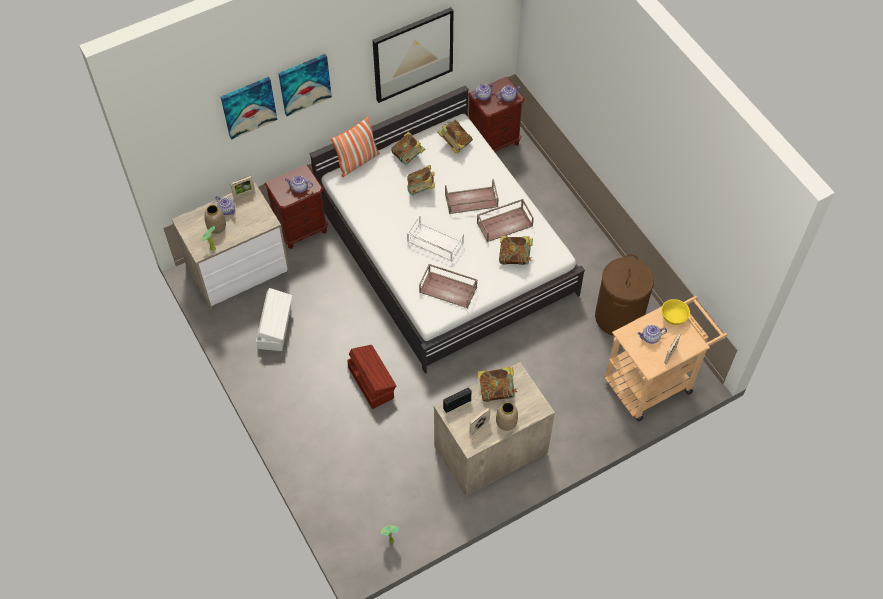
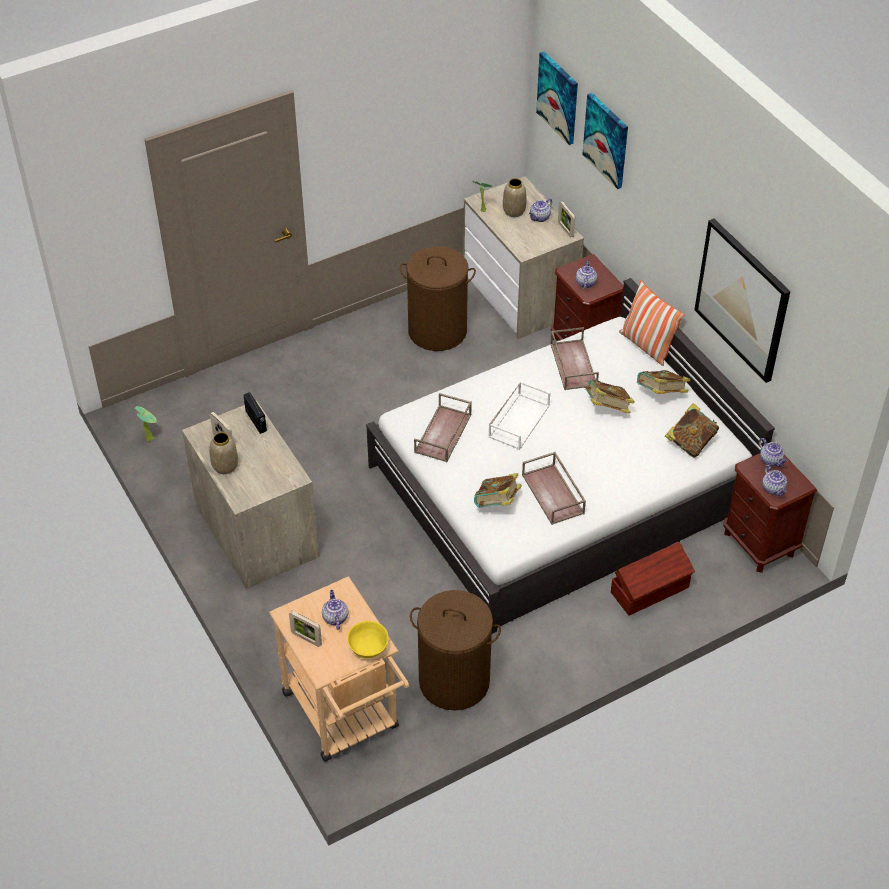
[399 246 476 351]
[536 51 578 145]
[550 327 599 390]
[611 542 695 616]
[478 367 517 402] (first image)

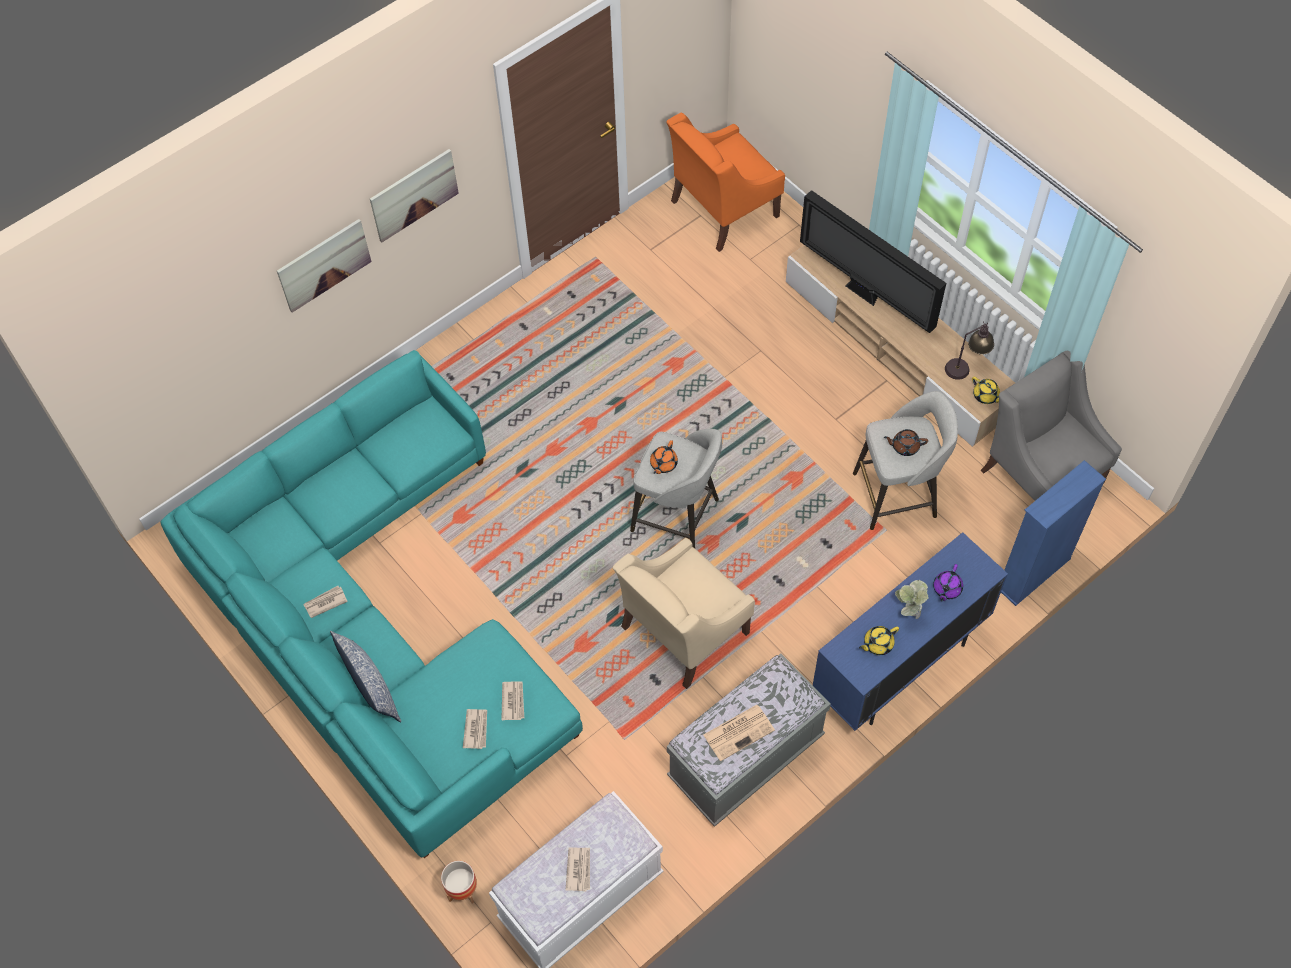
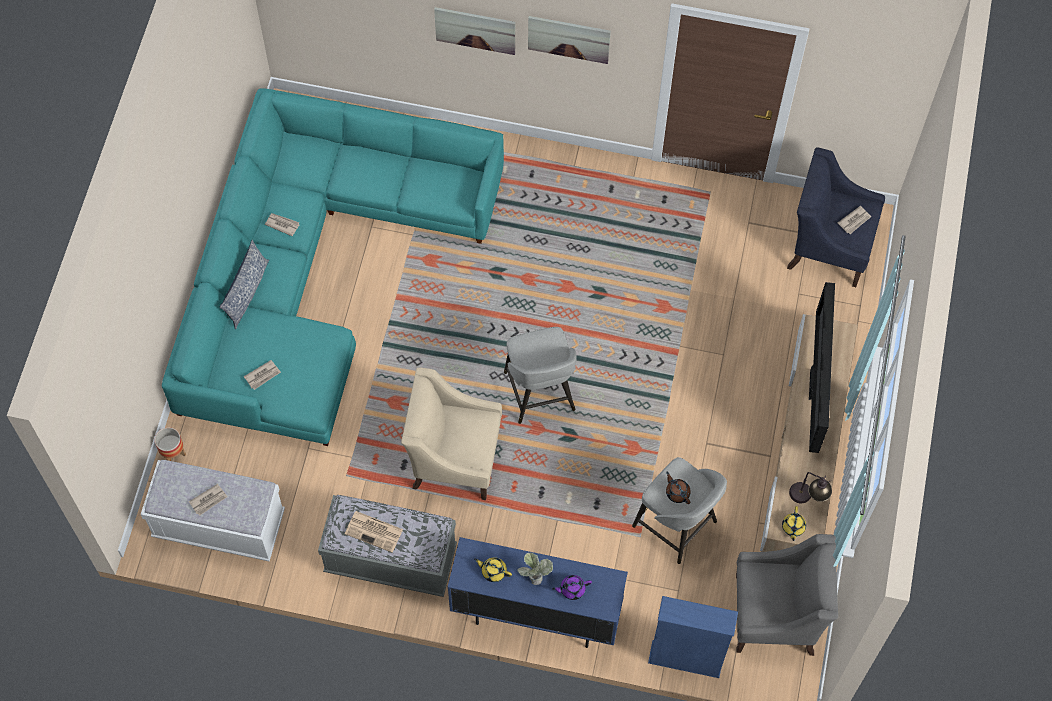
[736 534 838 656]
[787 147 885 287]
[838 206 871 234]
[650 440 678 474] (first image)

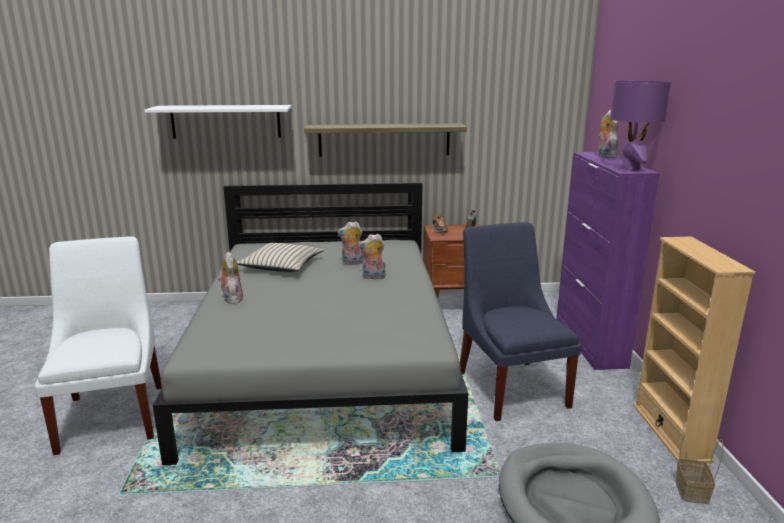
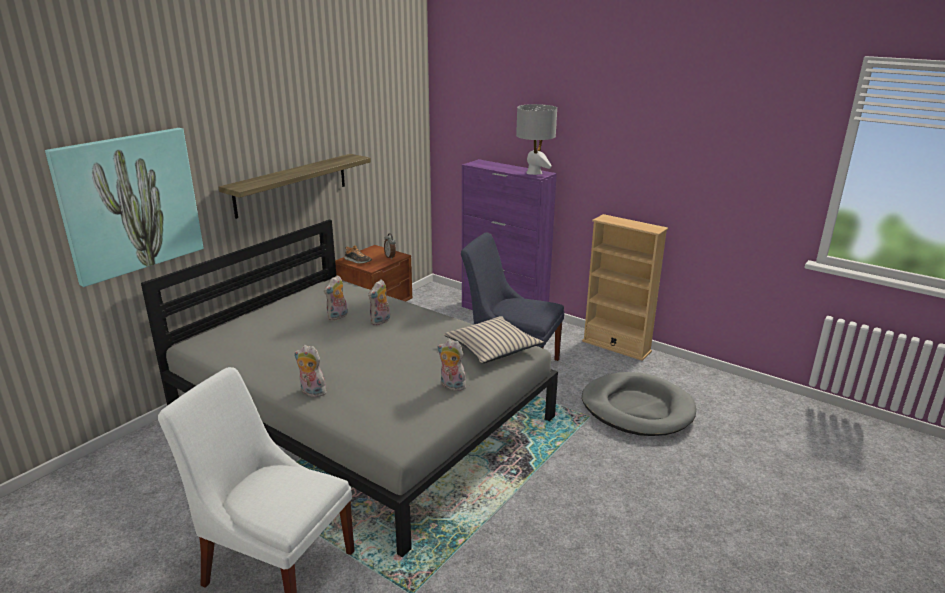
[45 128 204 287]
[437 339 466 391]
[444 316 544 363]
[516 104 557 175]
[675 435 723 504] (first image)

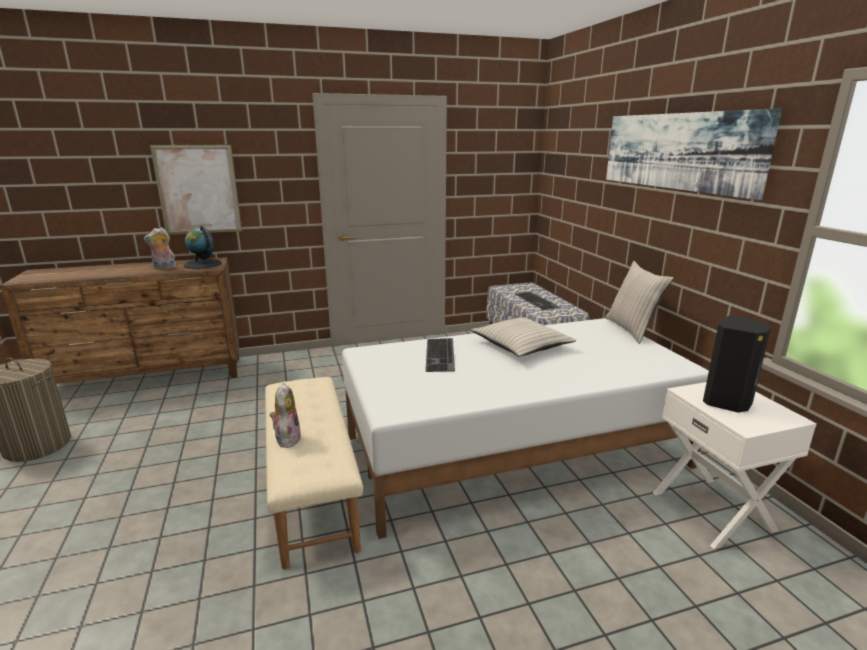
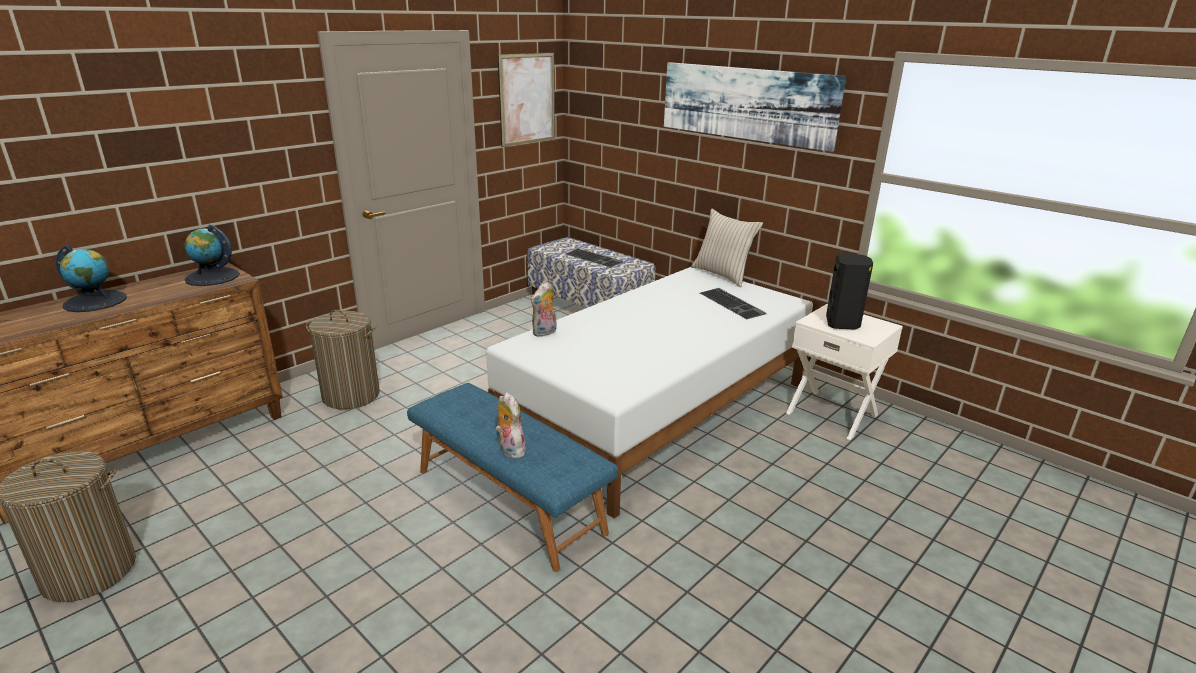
[56 244 127 312]
[306 310 380 410]
[407 383 618 572]
[498 52 555 147]
[531 282 557 337]
[700 288 767 319]
[471 317 576 357] (first image)

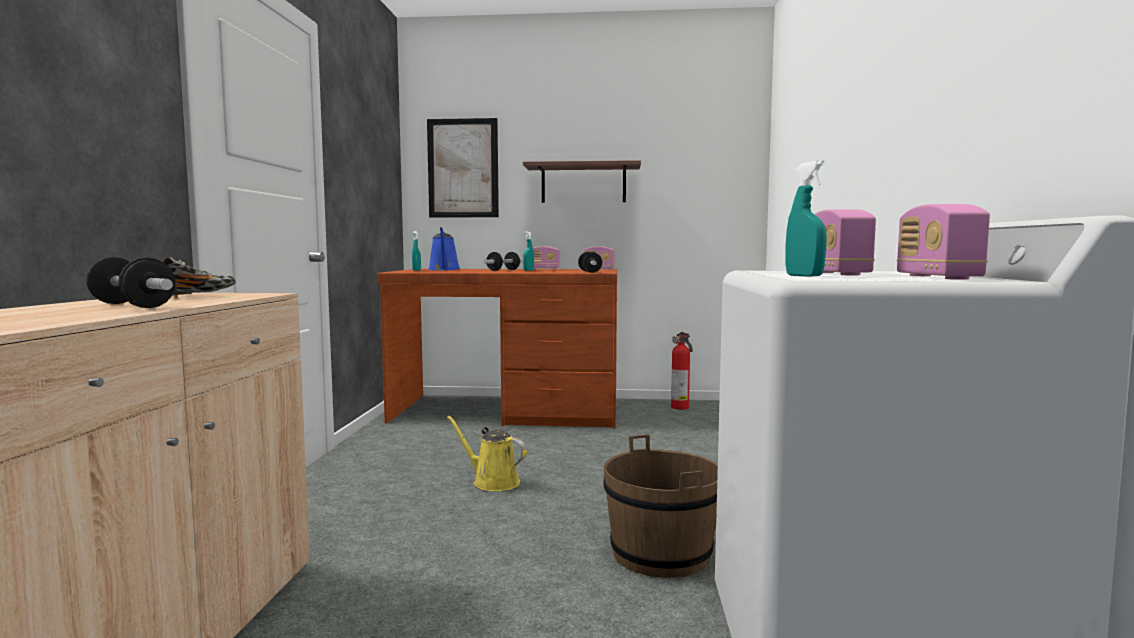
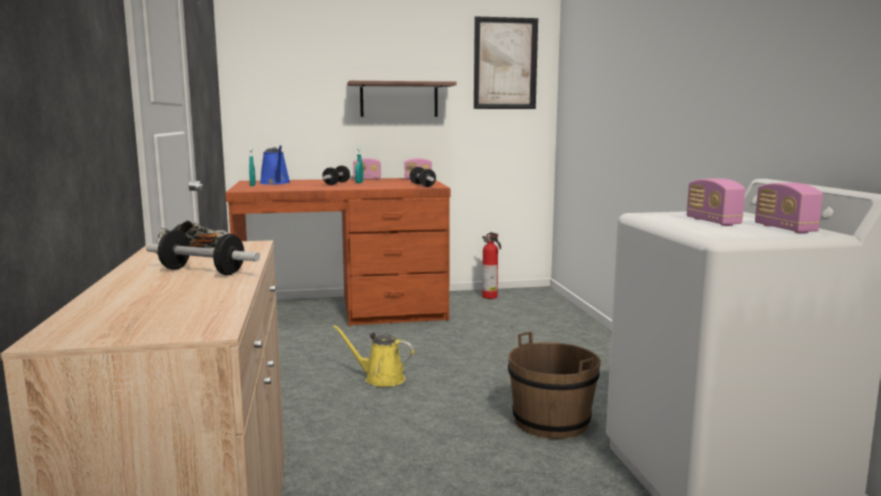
[474 16 538 109]
[785 160 827 277] (first image)

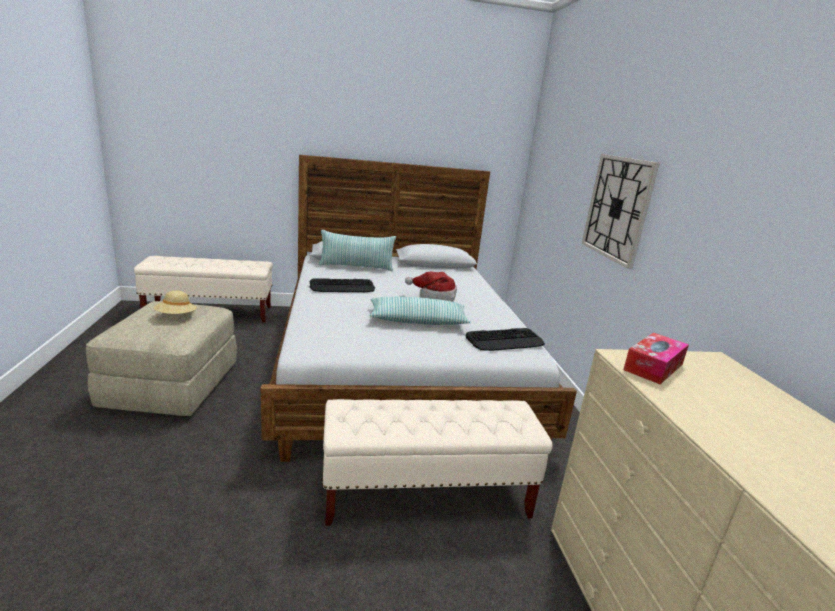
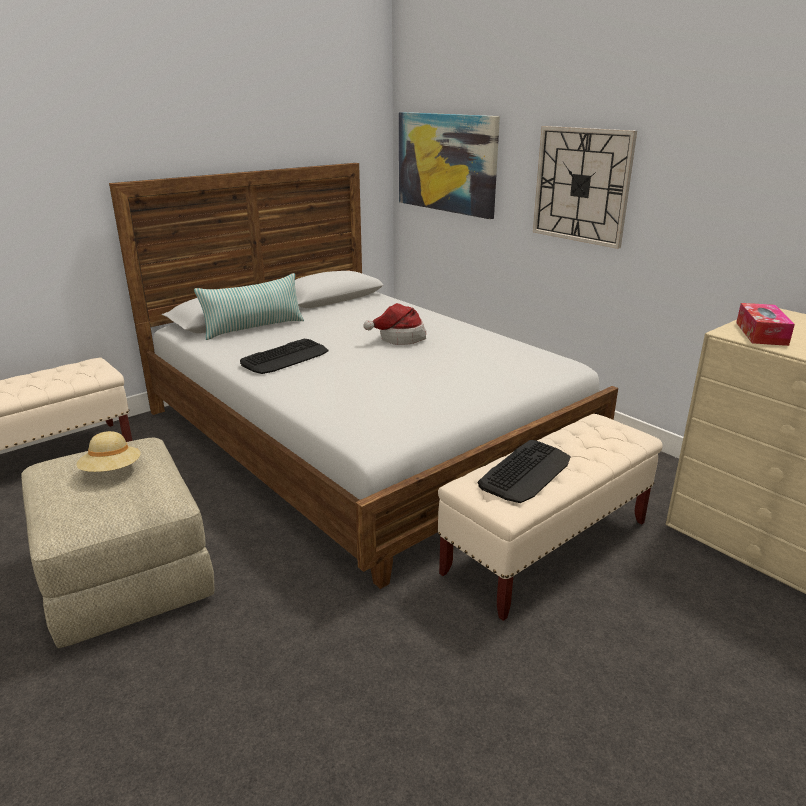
[399 112 500 219]
[478 440 571 503]
[370 297 470 325] (first image)

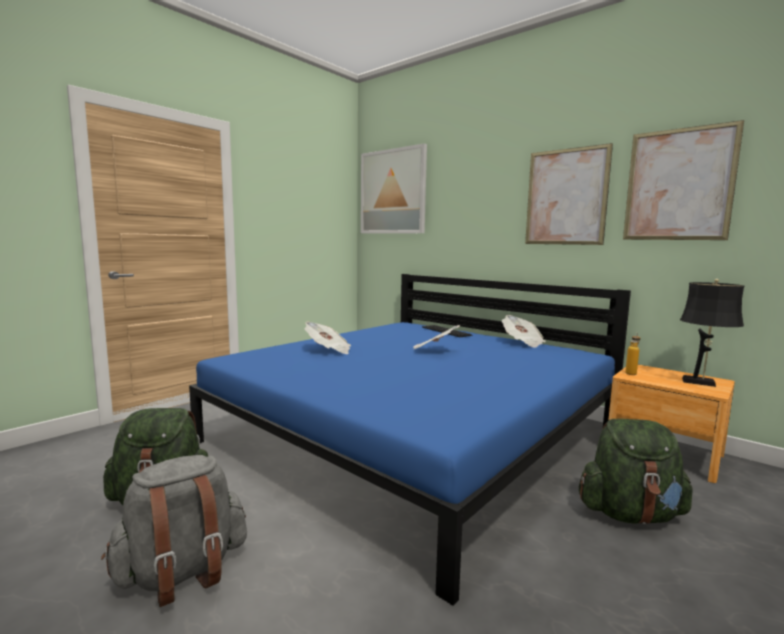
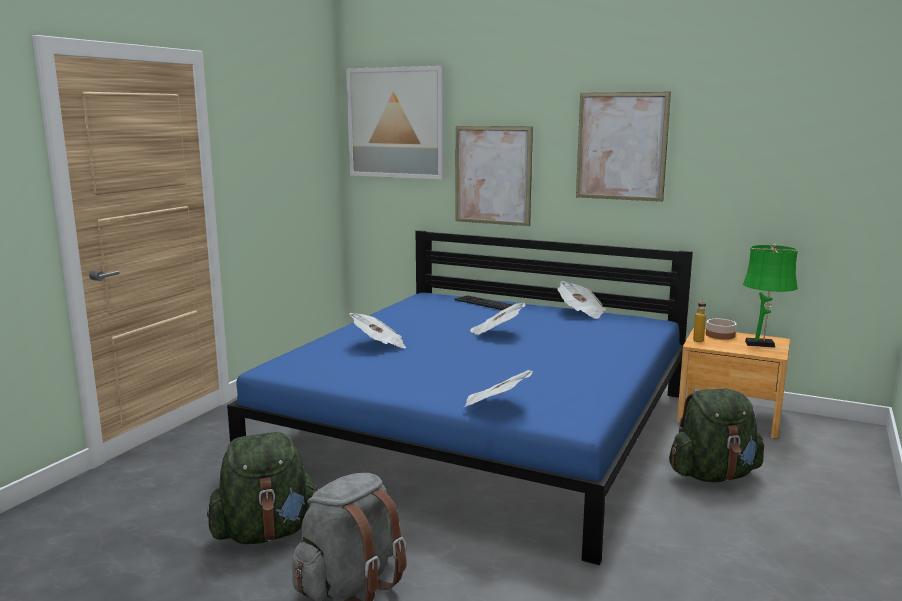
[456 126 533 226]
[464 370 533 407]
[706 319 737 340]
[743 243 798 348]

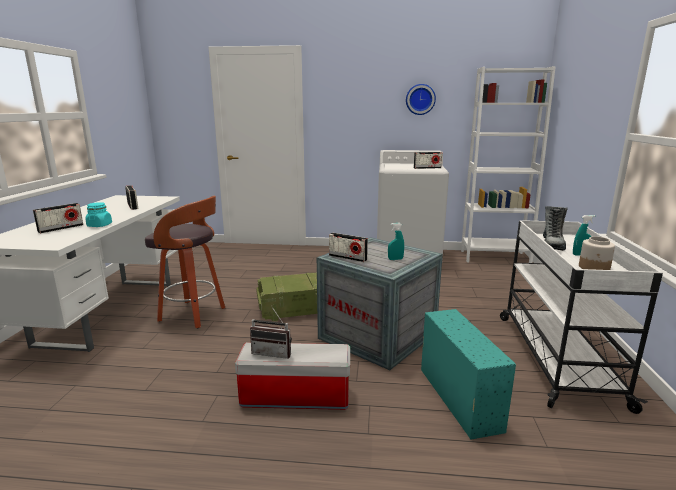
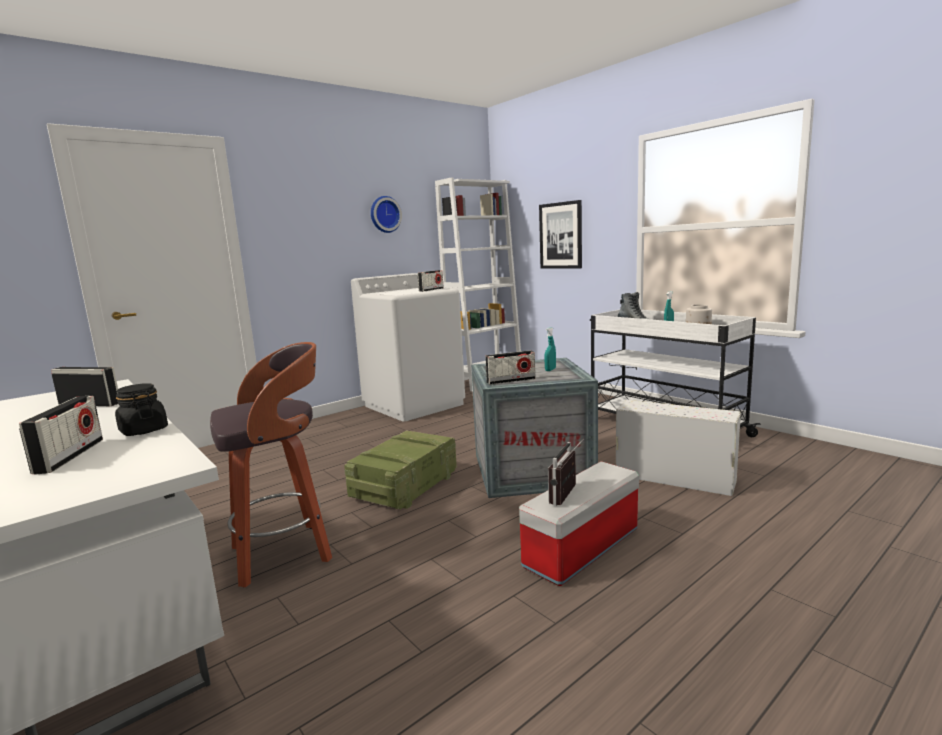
[115 383 168 436]
[539 200 582 269]
[548 439 584 506]
[616 400 741 496]

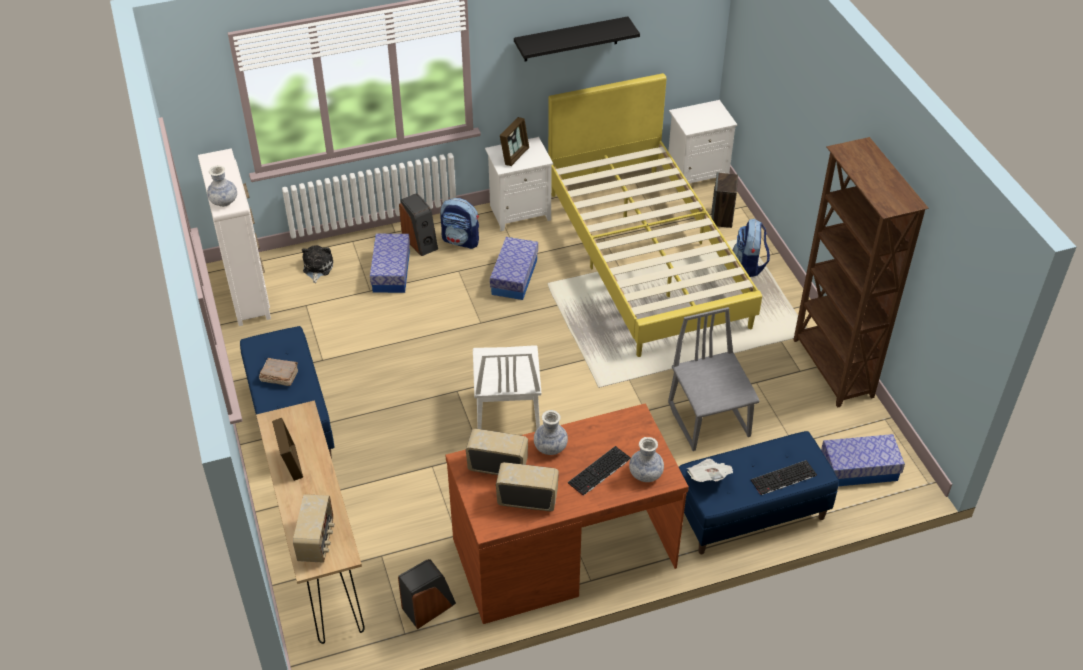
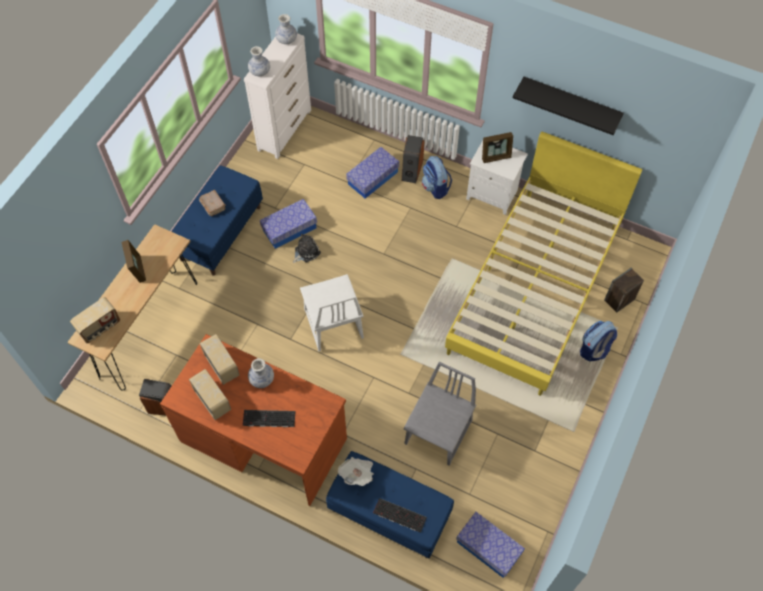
[121 240 146 283]
[260 199 317 249]
[275 14 297 44]
[293 234 321 263]
[300 274 364 351]
[668 100 737 183] (first image)
[793 137 929 408] (first image)

